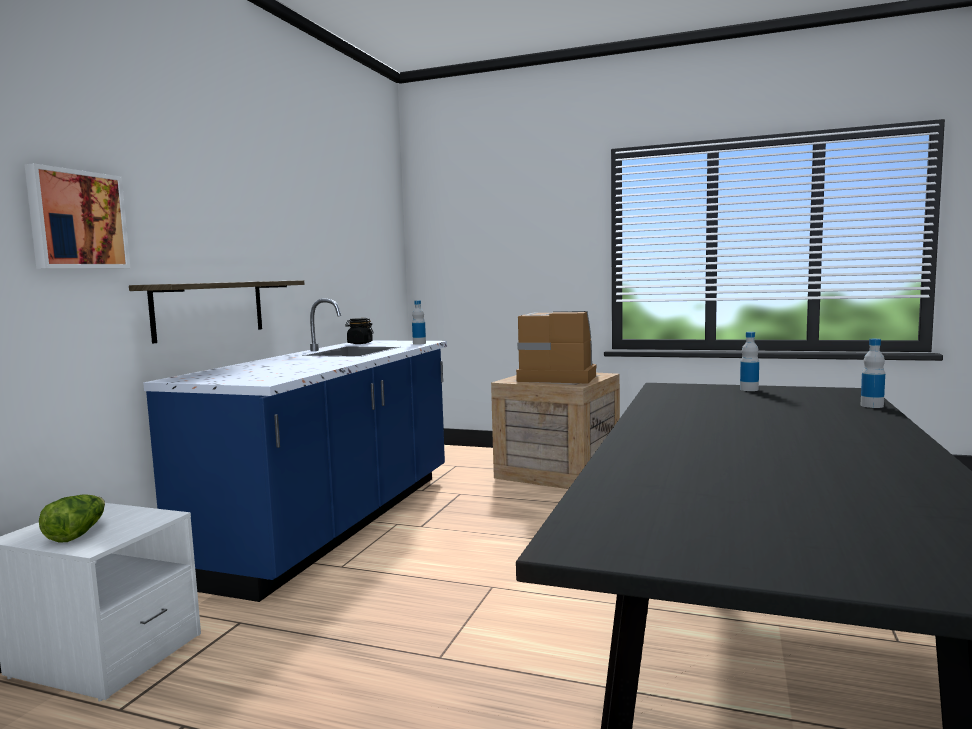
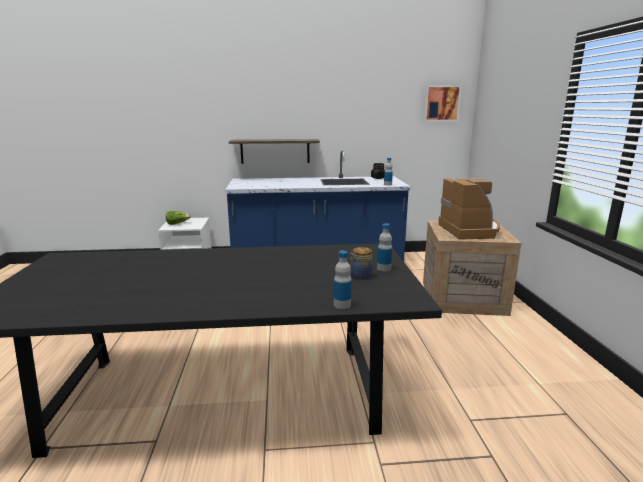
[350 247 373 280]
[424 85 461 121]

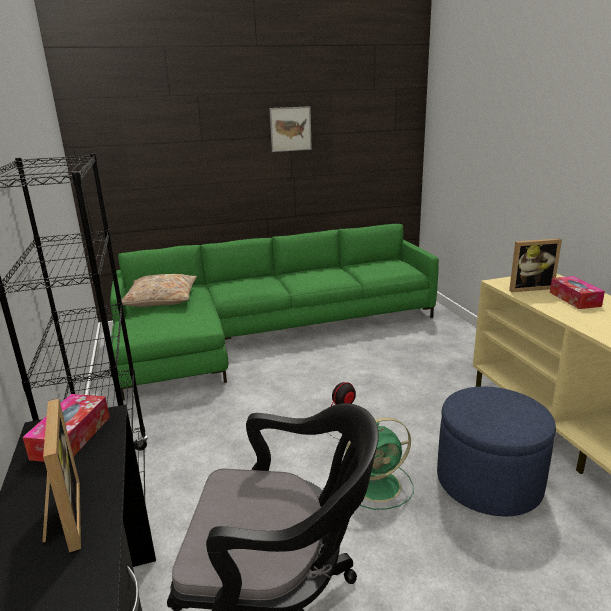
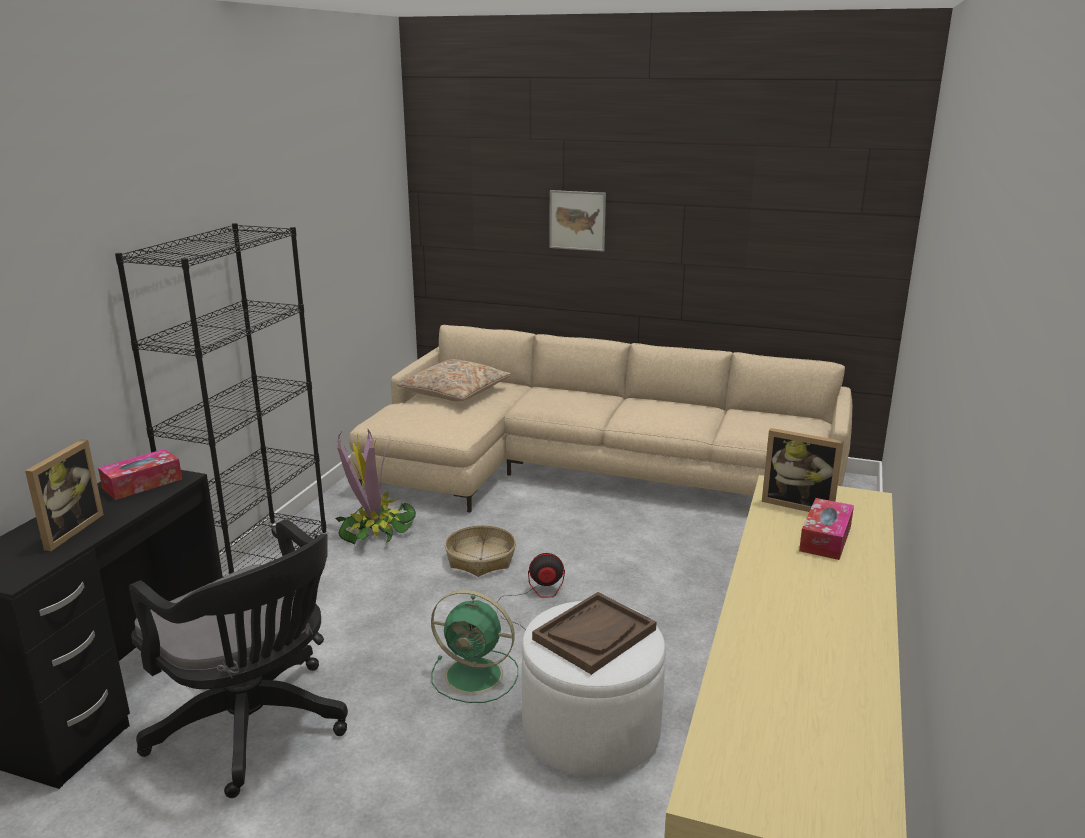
[335 429 416 545]
[349 325 852 513]
[445 525 516 577]
[522 601 666 777]
[532 592 656 675]
[550 190 606 252]

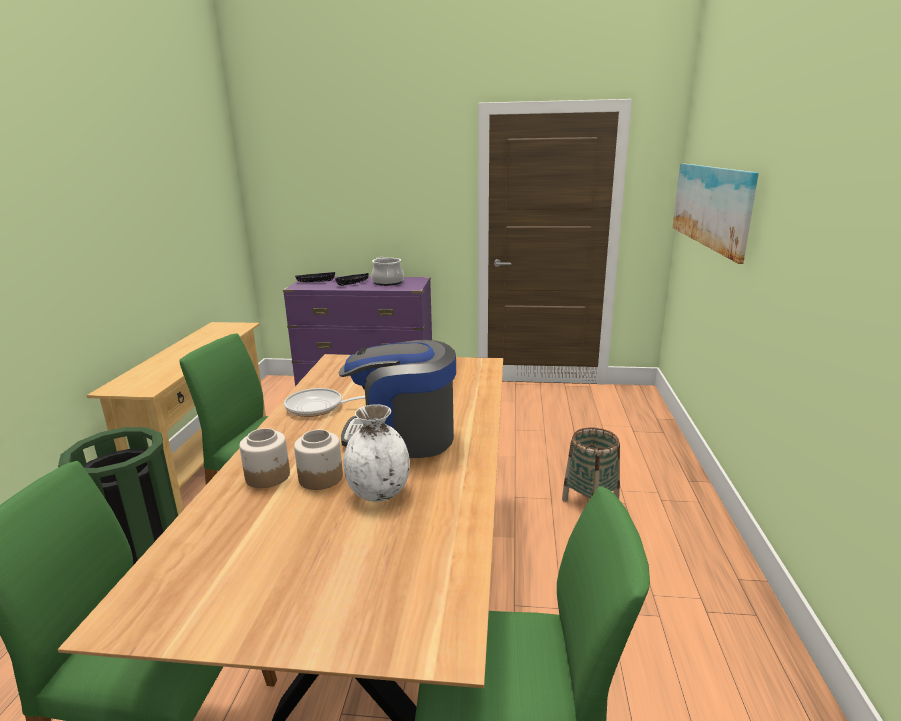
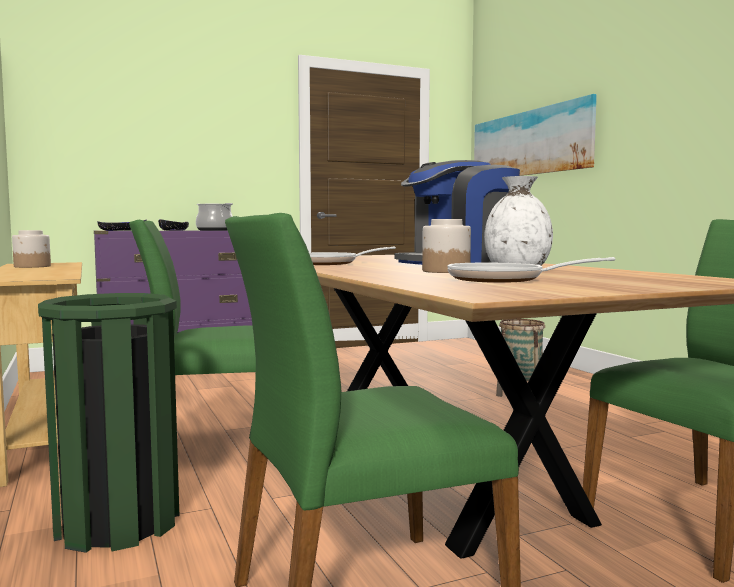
[12 230 51 268]
[447 257 615 283]

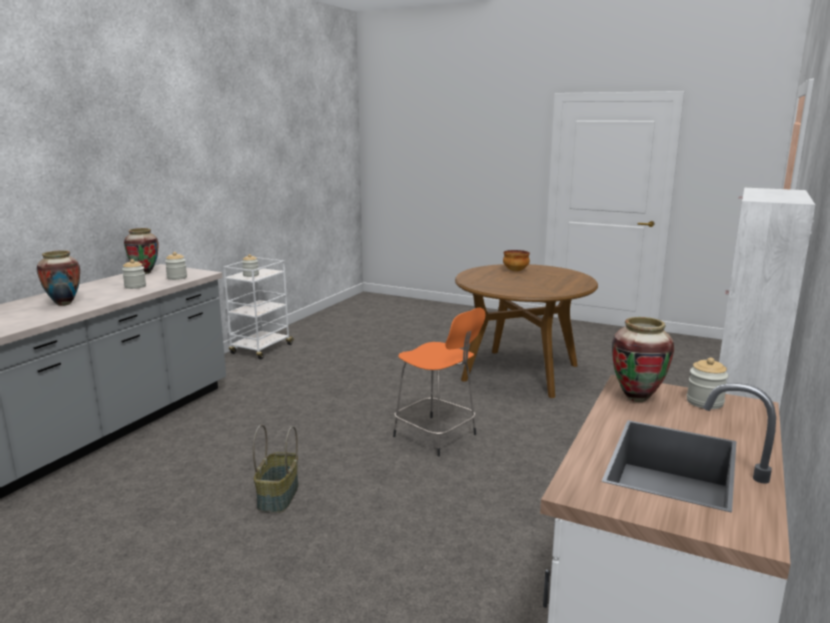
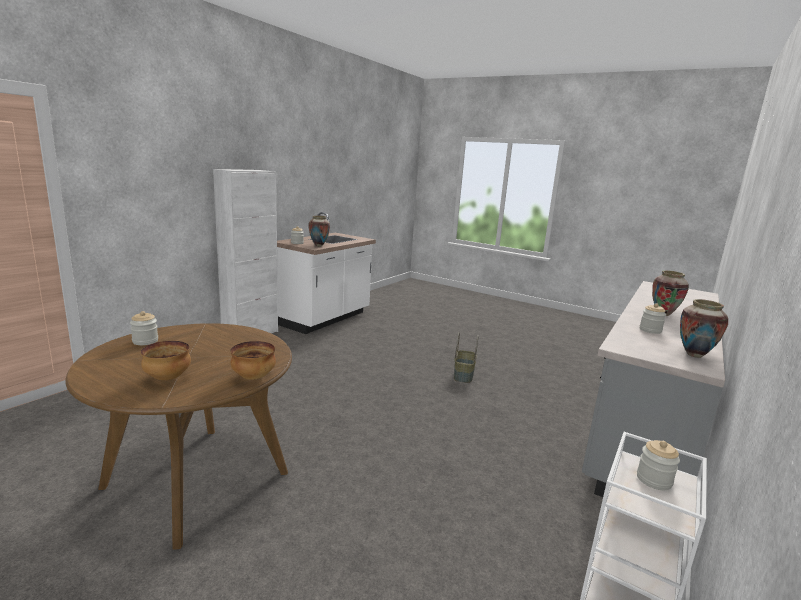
[130 311 158 345]
[230 341 276 380]
[393 308 485 456] (first image)

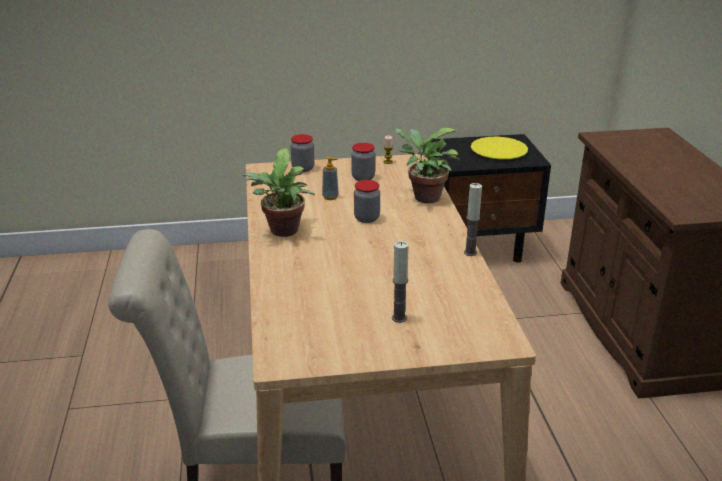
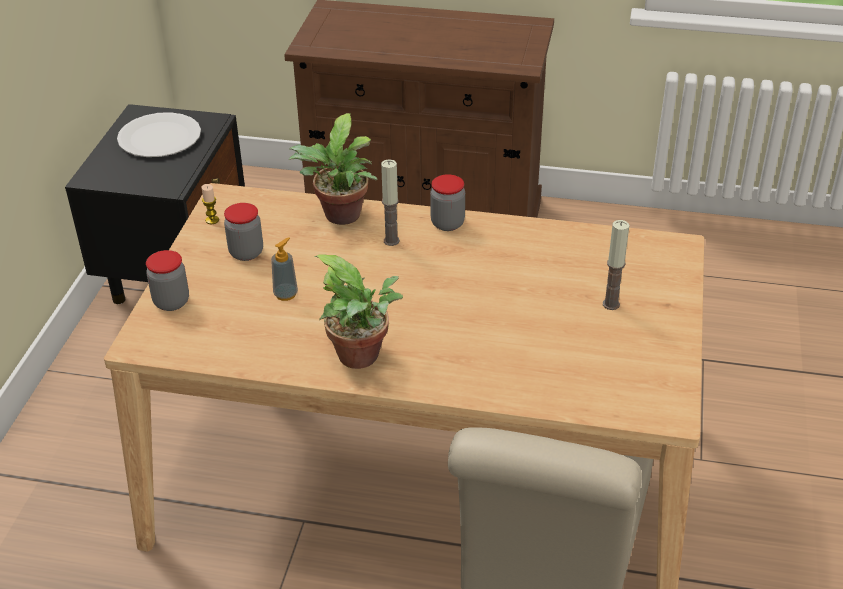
[117 112 201 157]
[381 159 400 246]
[430 174 465 231]

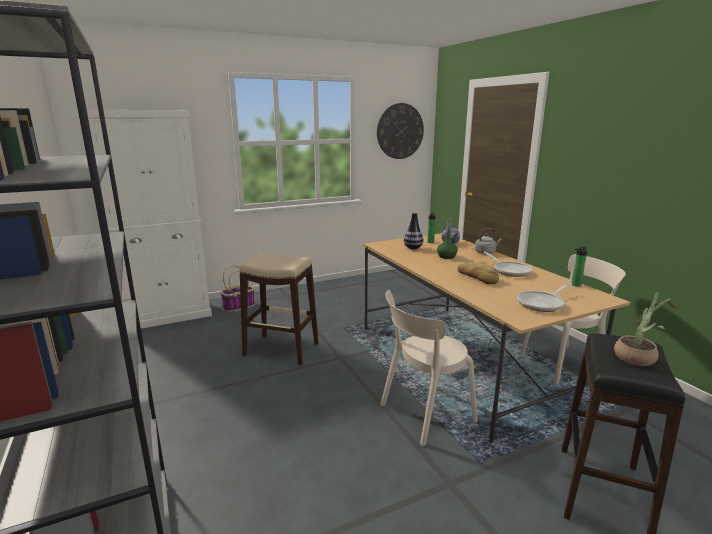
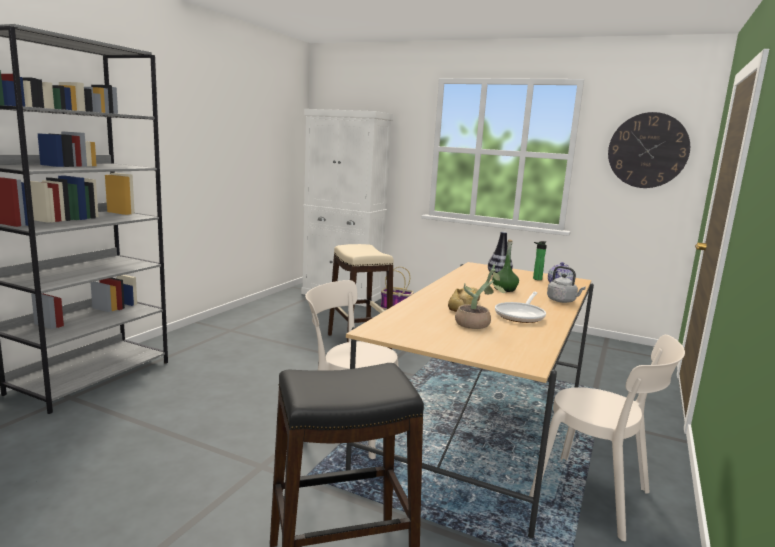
[455 264 506 329]
[517 283 572 312] (first image)
[572 247 587 286] (first image)

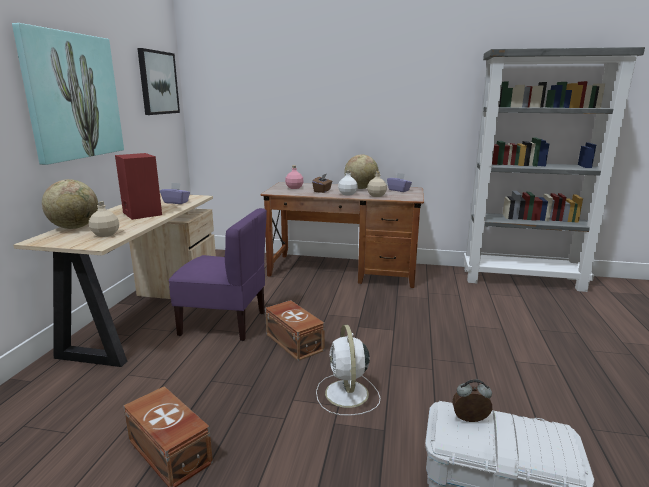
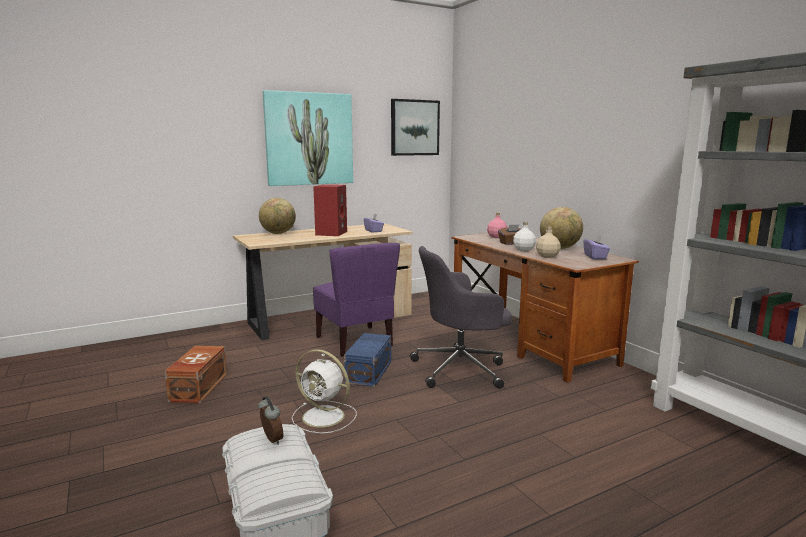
[292 349 357 434]
[344 333 391 387]
[410 246 512 389]
[89 201 119 237] (first image)

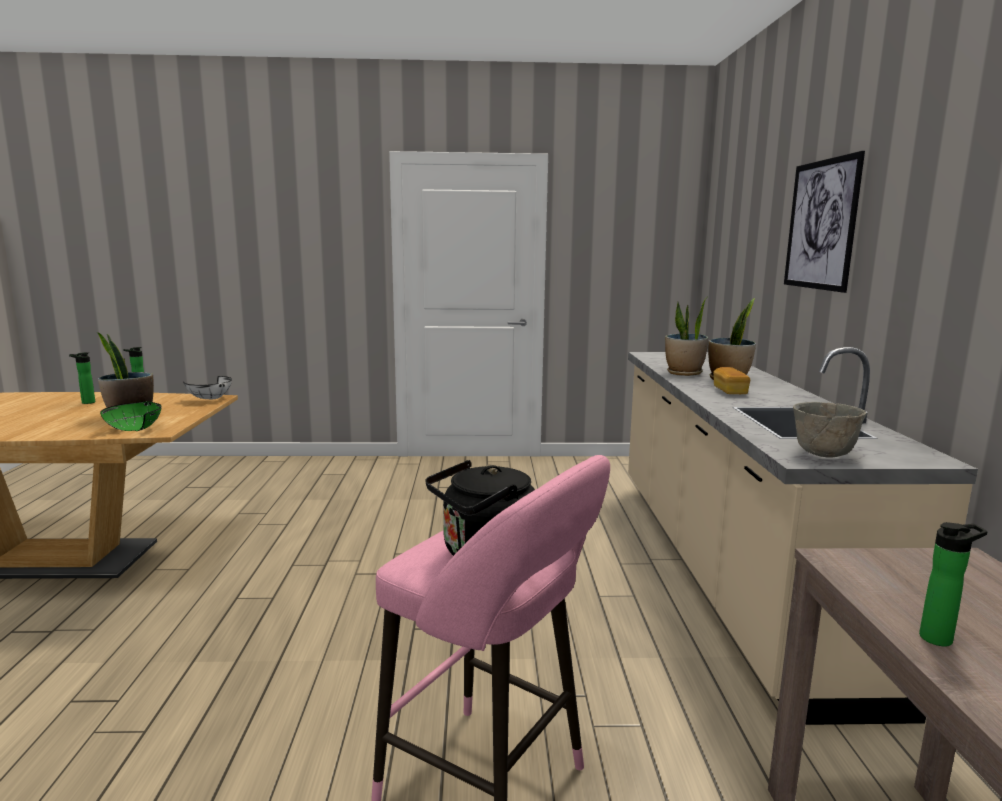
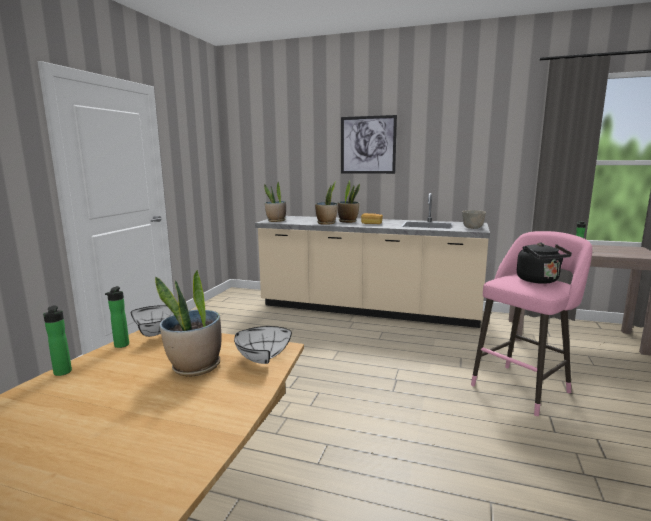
[105 286 129 348]
[234 326 292 364]
[264 181 286 222]

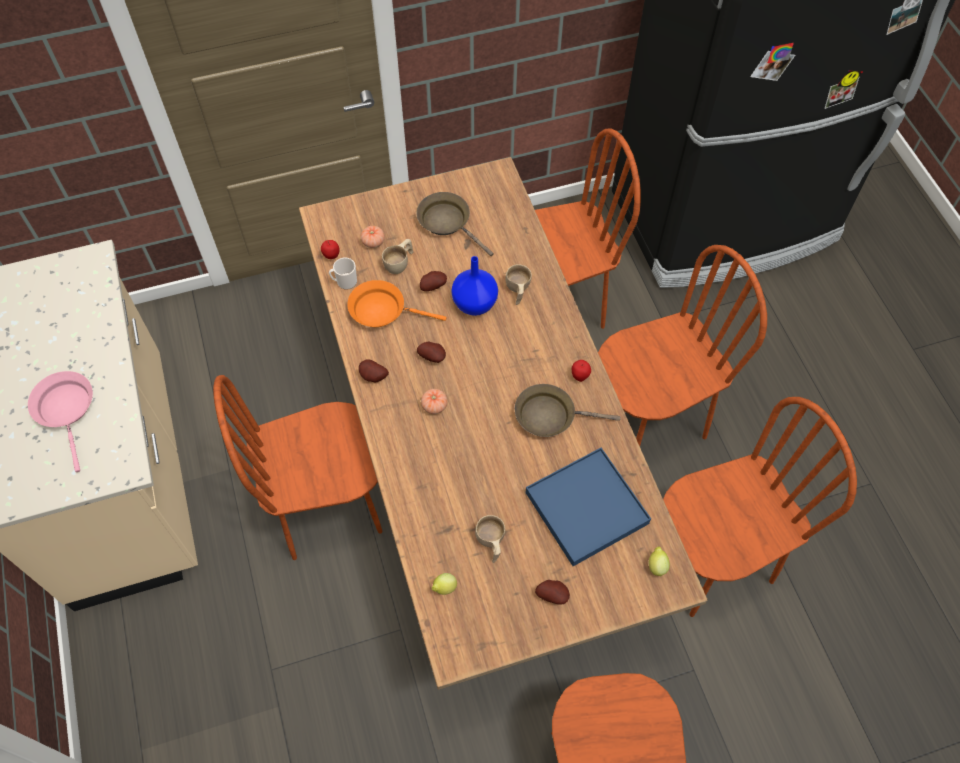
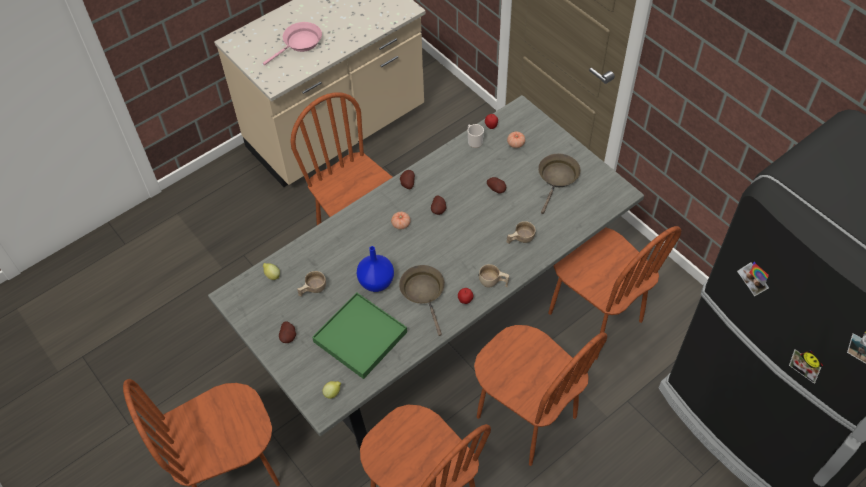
[208 95 644 450]
[312 292 407 379]
[357 246 394 292]
[479 264 509 288]
[347 280 447 327] (first image)

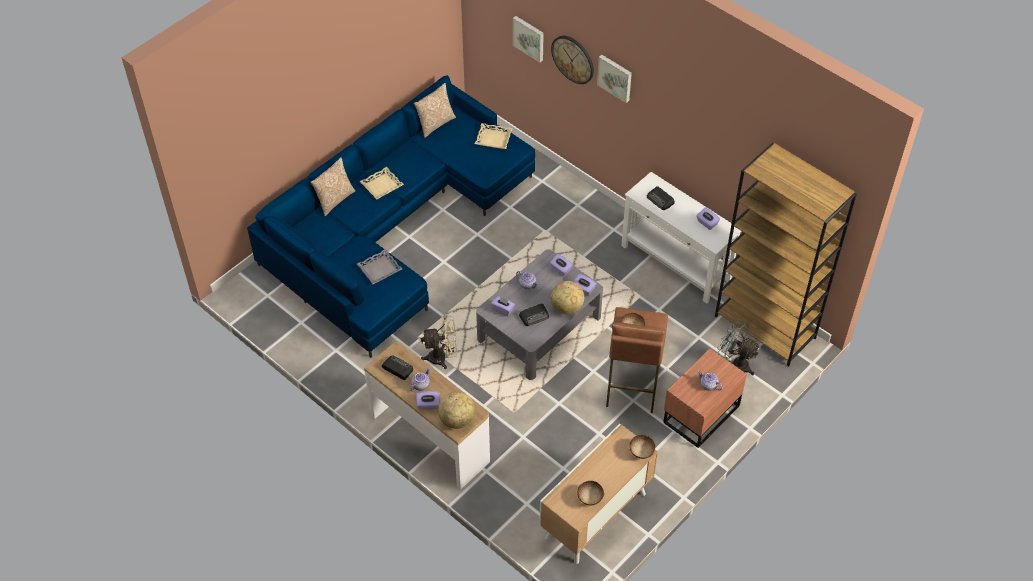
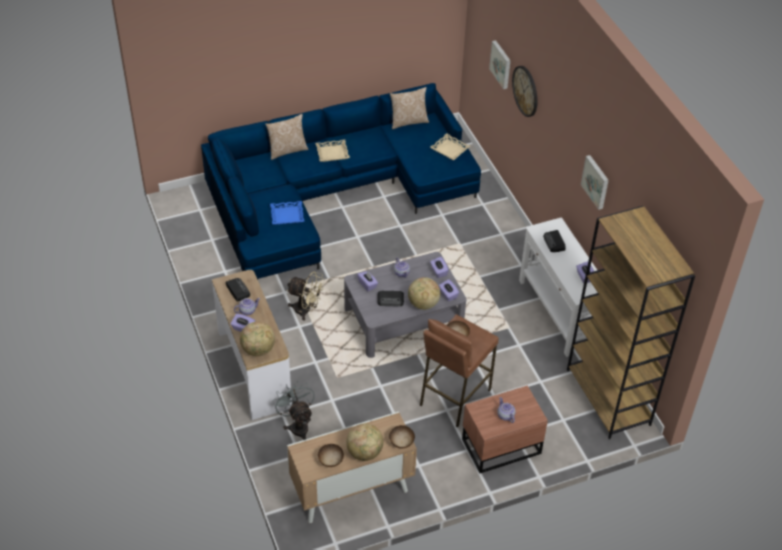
[270 201 304 224]
[273 381 315 440]
[346 423 383 461]
[581 155 609 210]

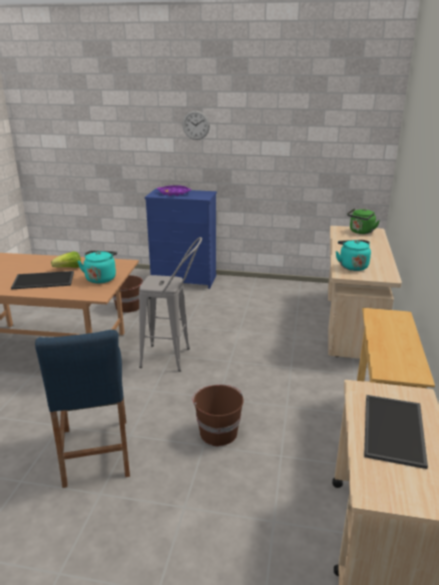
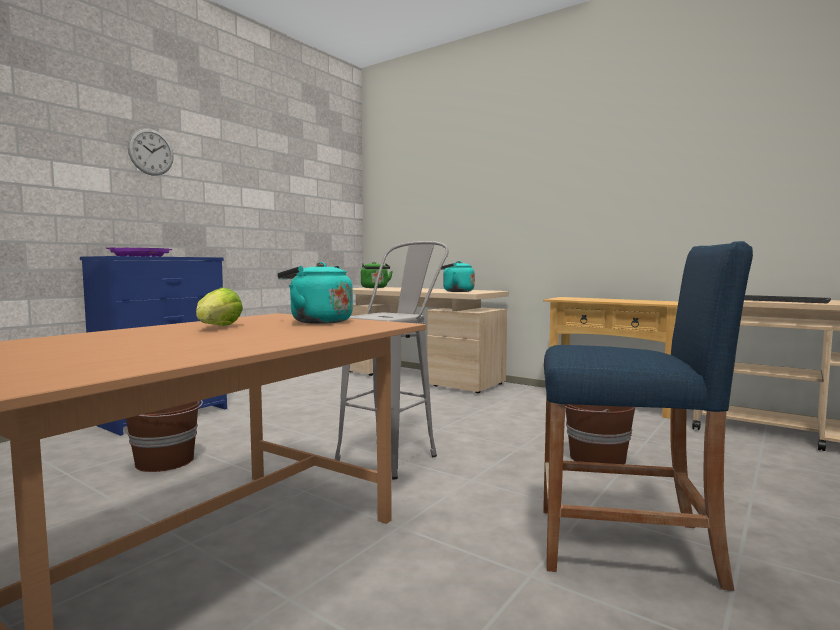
[11 271 74 289] (first image)

